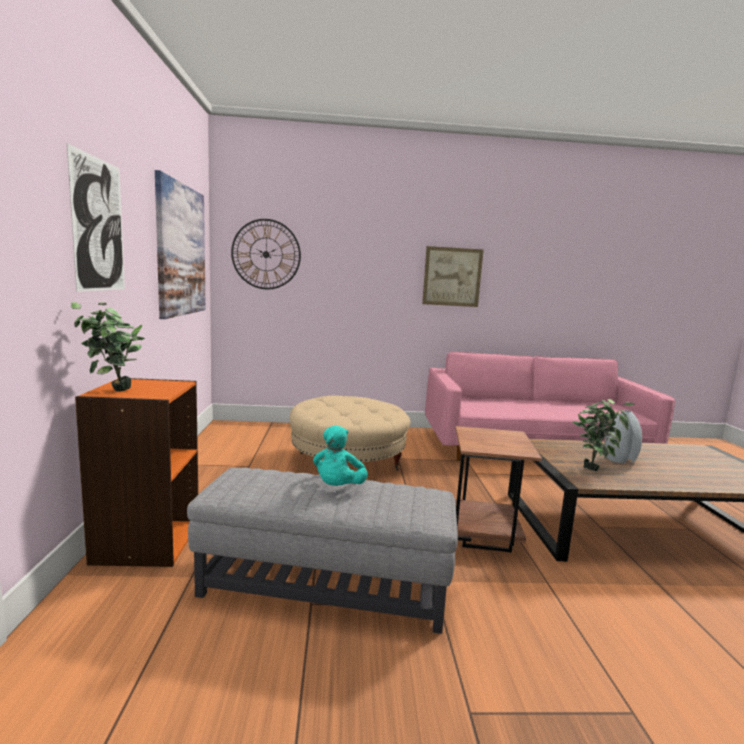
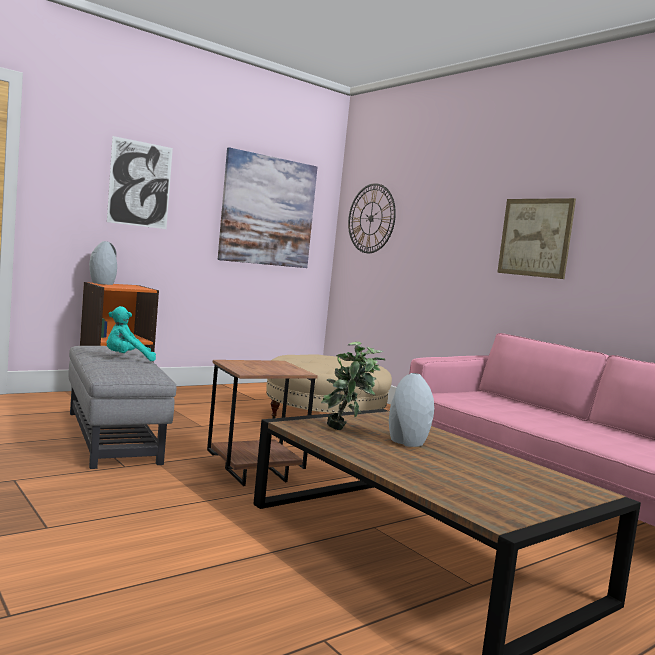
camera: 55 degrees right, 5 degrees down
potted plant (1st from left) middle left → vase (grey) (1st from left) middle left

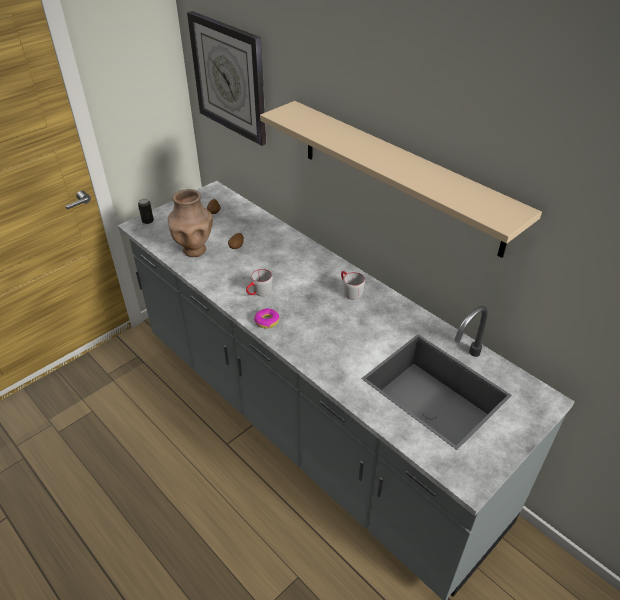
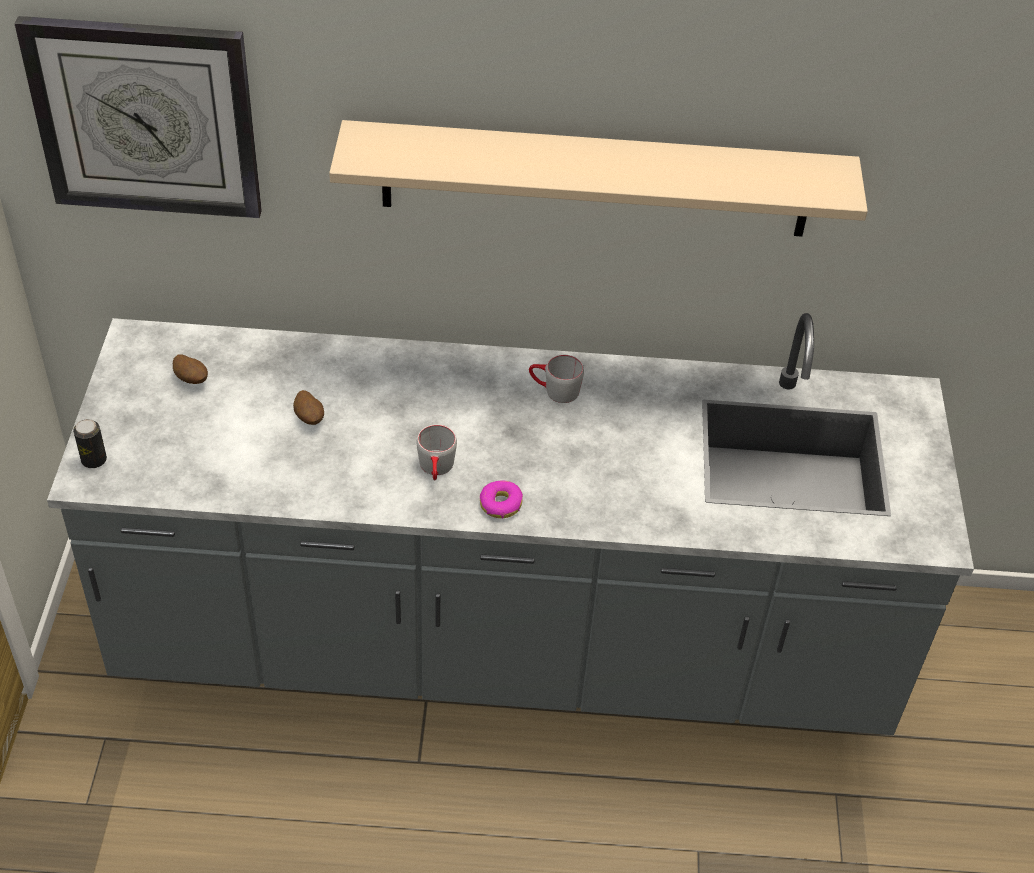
camera: 45 degrees left, 5 degrees up
vase (brown) middle left → -

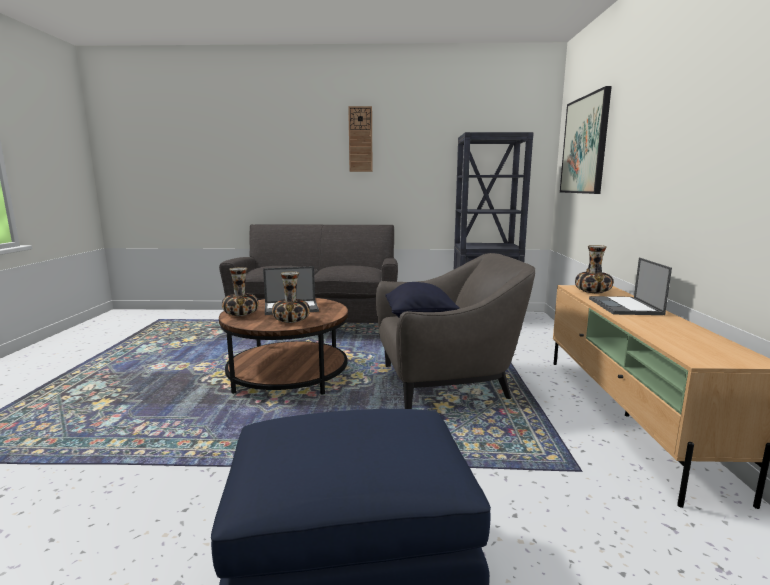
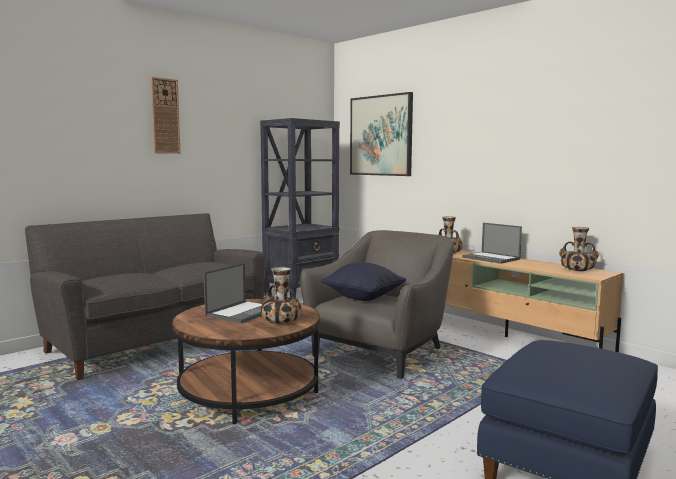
camera: 45 degrees left, 5 degrees down
vase (1st from left in the first image) middle left → vase (3rd from left) middle right, move

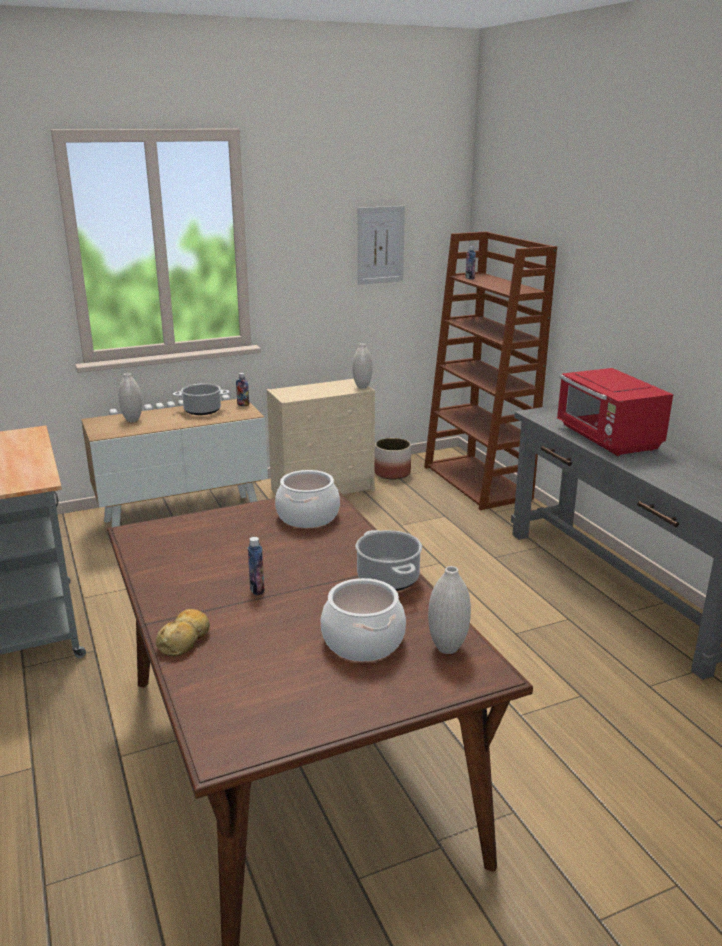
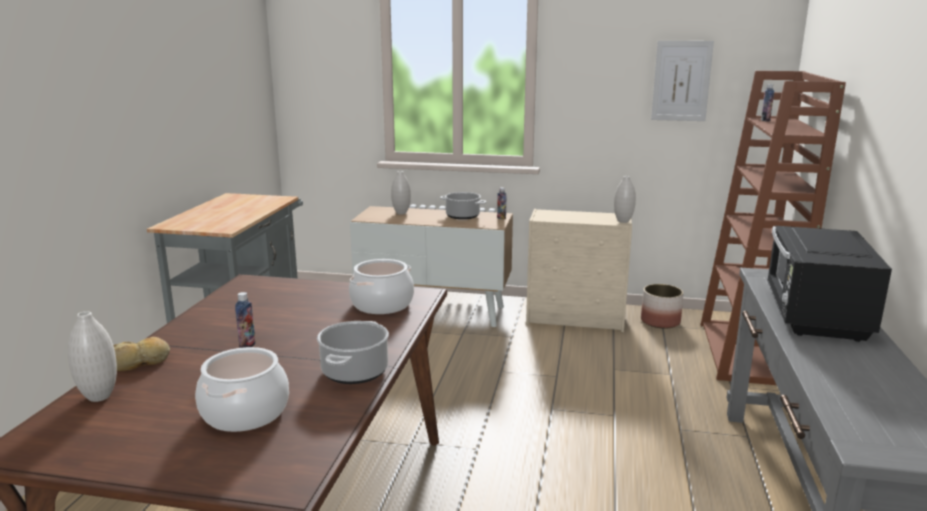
camera: 35 degrees right, 5 degrees down
vase (white) (3rd from left in the first image) centre → vase (white) (1st from left) bottom left, move
microwave (red) middle right → microwave (black) middle right

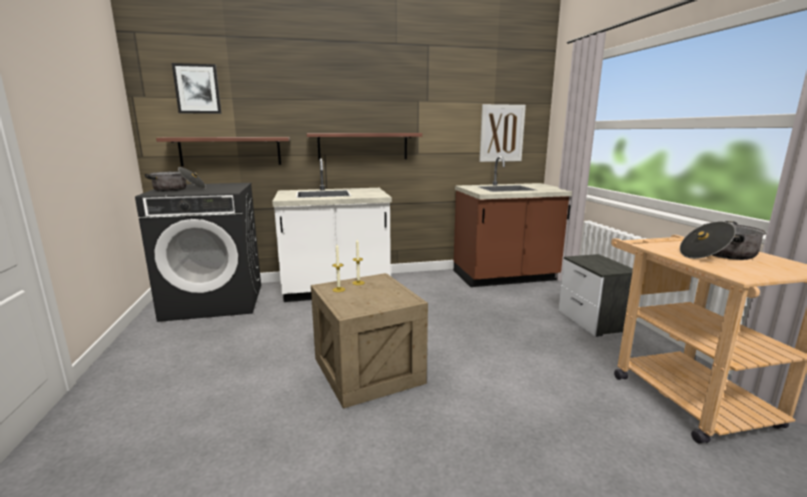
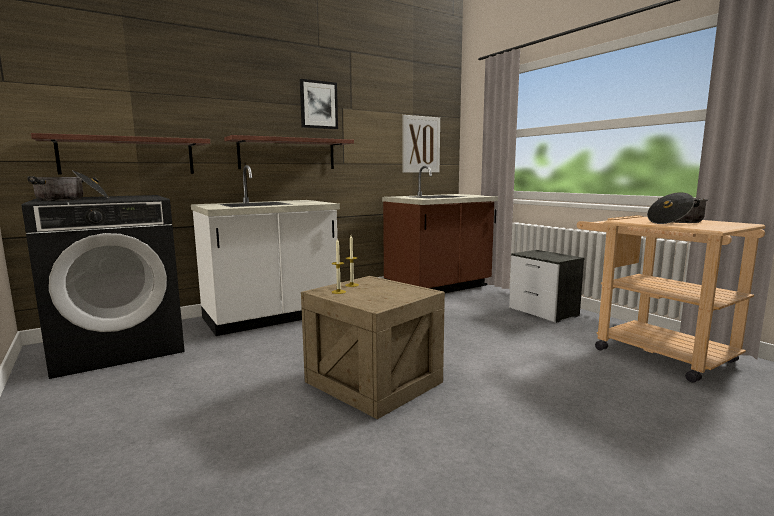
camera: 20 degrees left, 5 degrees down
picture (1st from left) top left → picture (1st from left) top centre, move

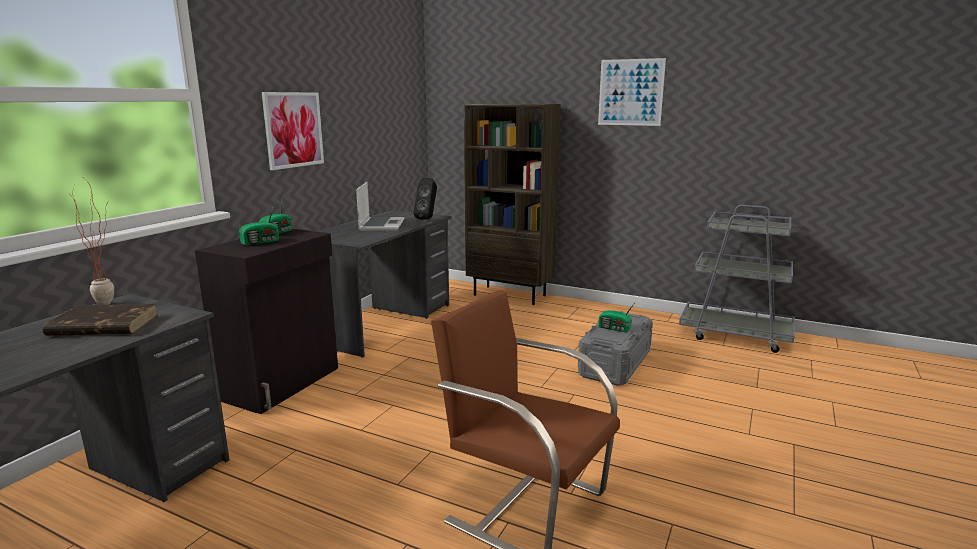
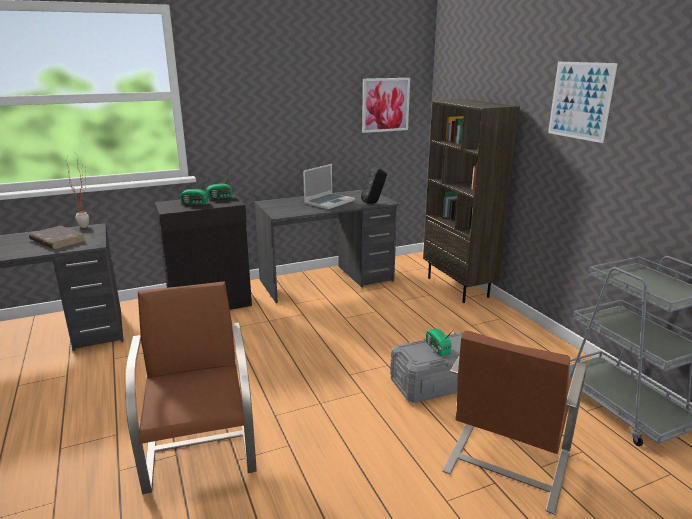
camera: 40 degrees right, 5 degrees up
picture (1st from left) top left → picture (1st from left) top centre, move
- → chair (brown) (2nd from left) bottom right

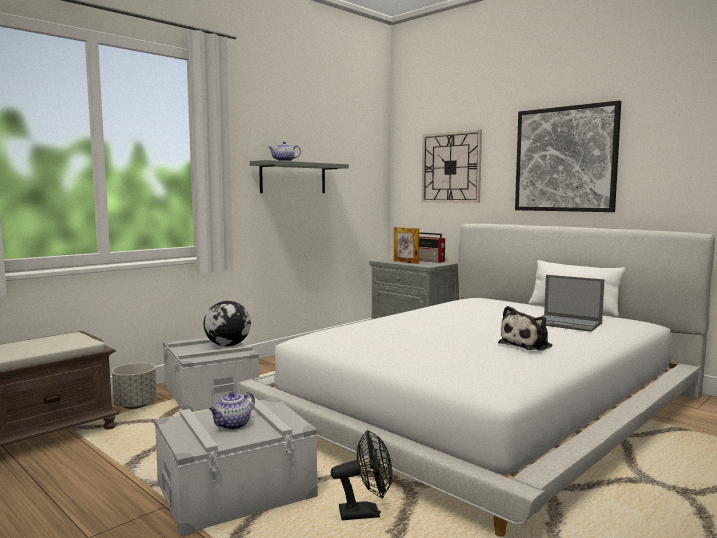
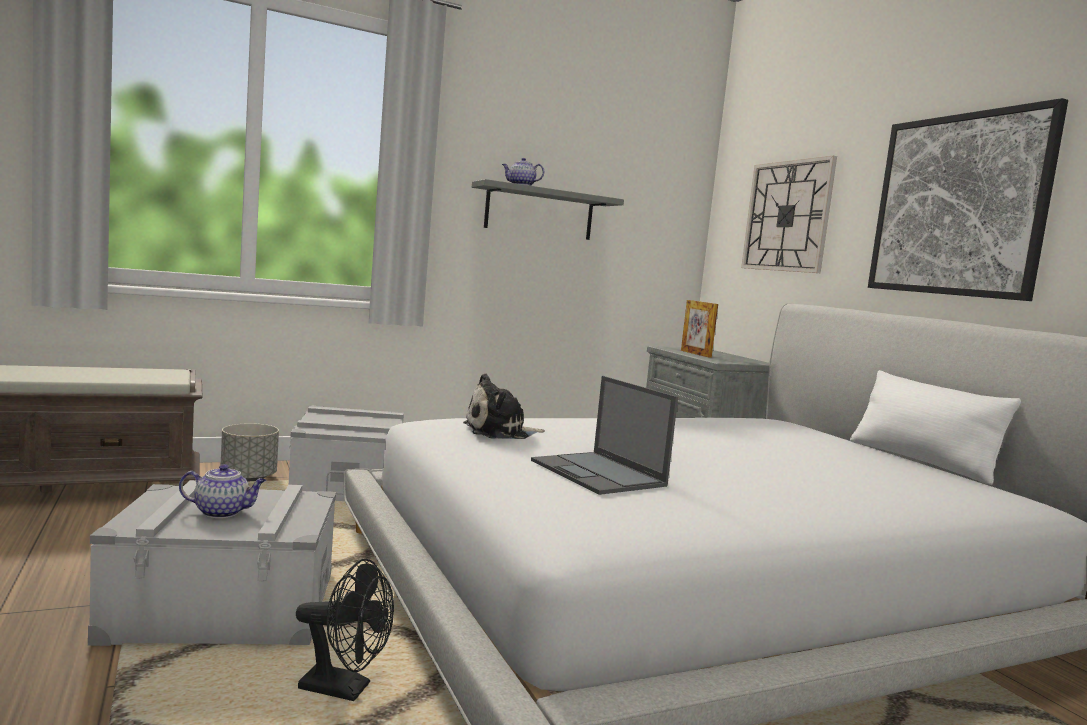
camera: 20 degrees right, 0 degrees up
teapot (1st from left) bottom left, 150 degrees counterclockwise
plush toy middle right → plush toy centre, move
laptop middle right → laptop centre, move
globe middle left → -
radio centre → -

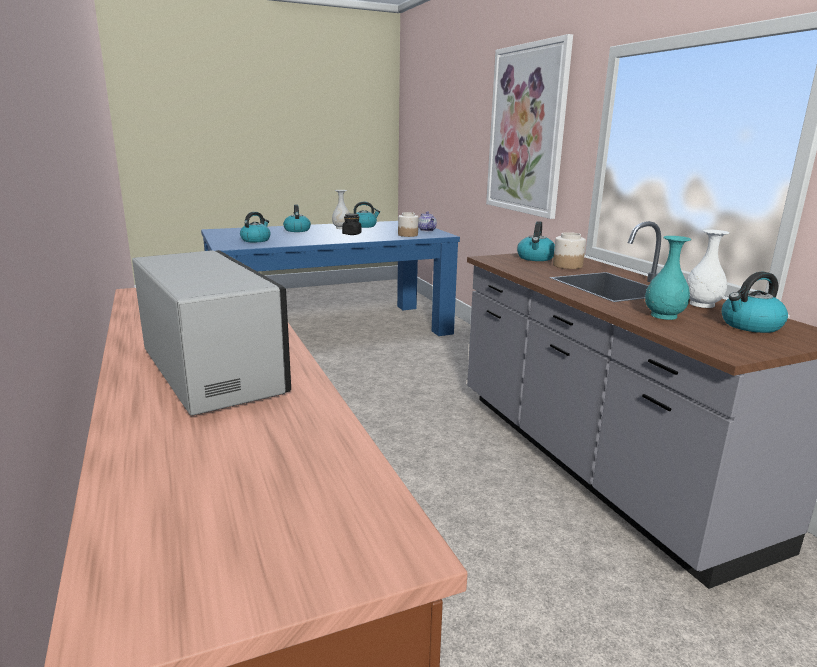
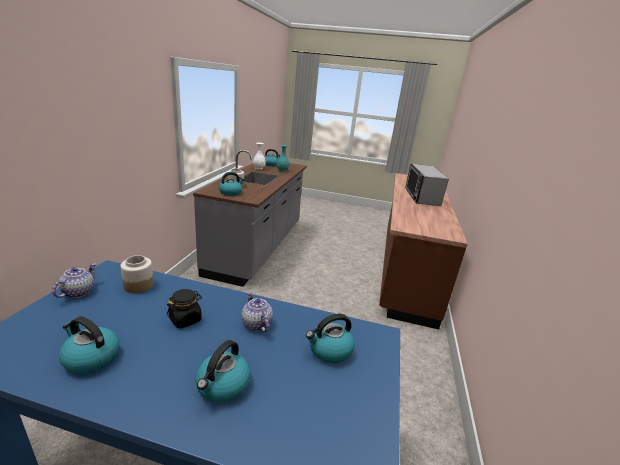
camera: 145 degrees left, 5 degrees up
- → teapot (2nd from left) bottom centre
vase (white) (1st from left) top centre → -
picture top centre → -

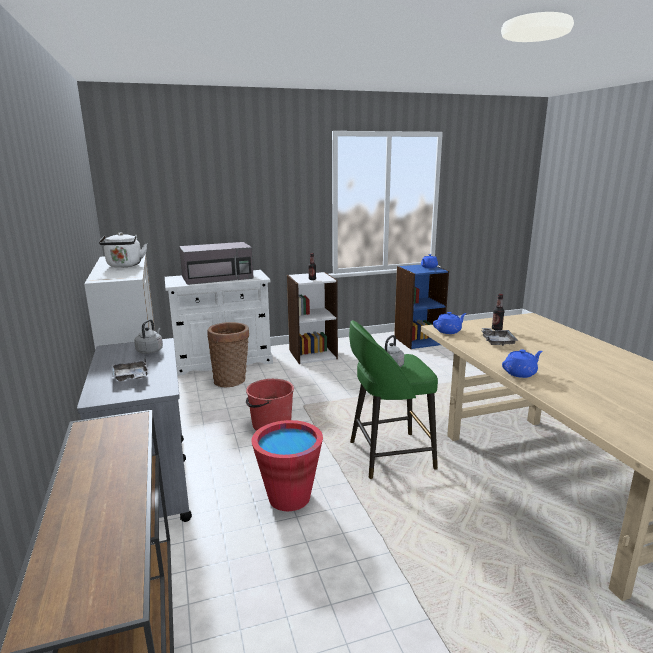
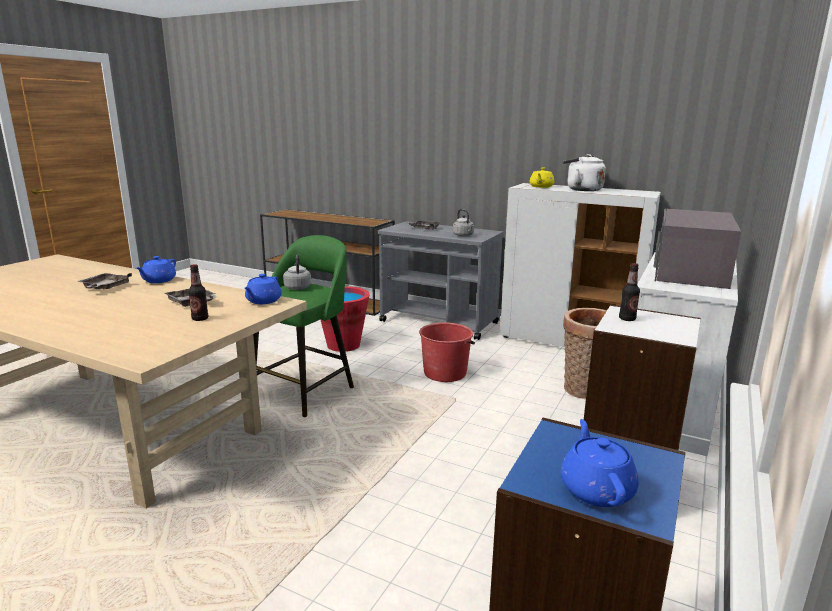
camera: 135 degrees right, 0 degrees up
- → tray (grey) (1st from left) middle left
- → teapot (yellow) top centre

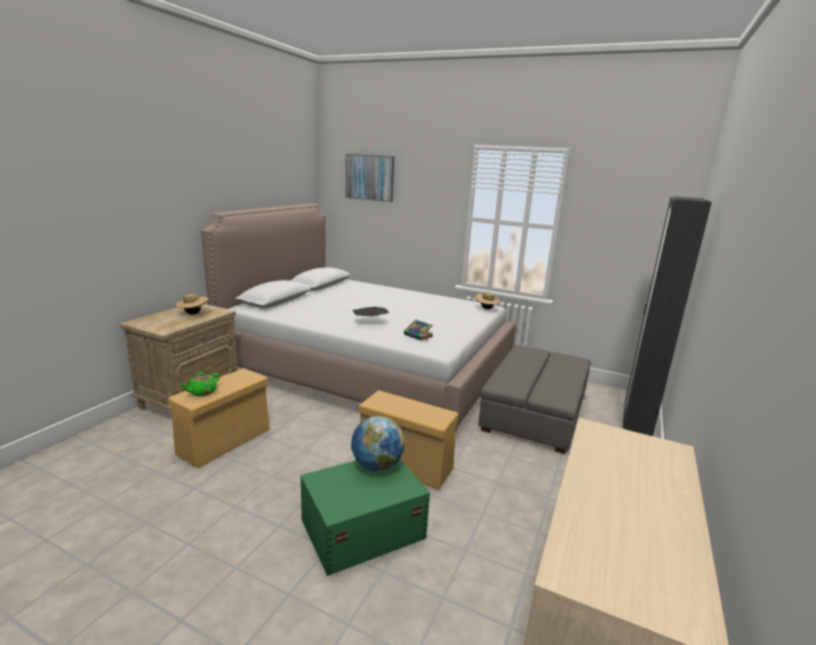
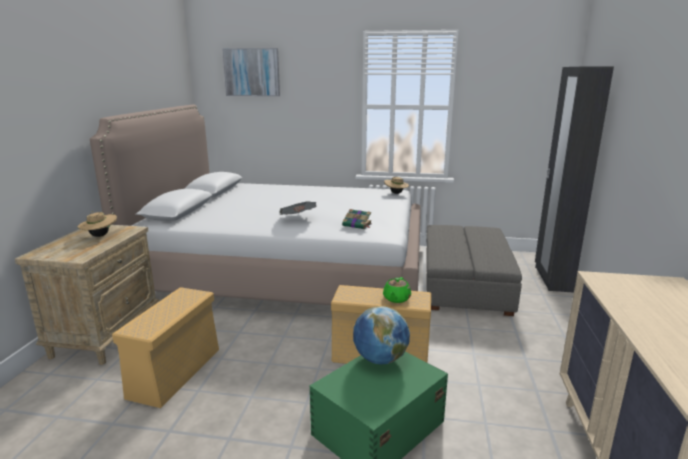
camera: 15 degrees left, 0 degrees up
teapot (green) middle left → teapot (green) centre, move

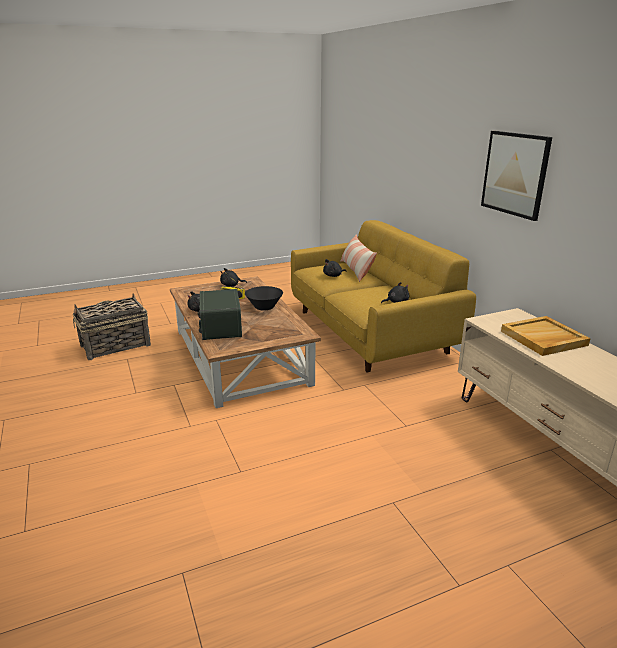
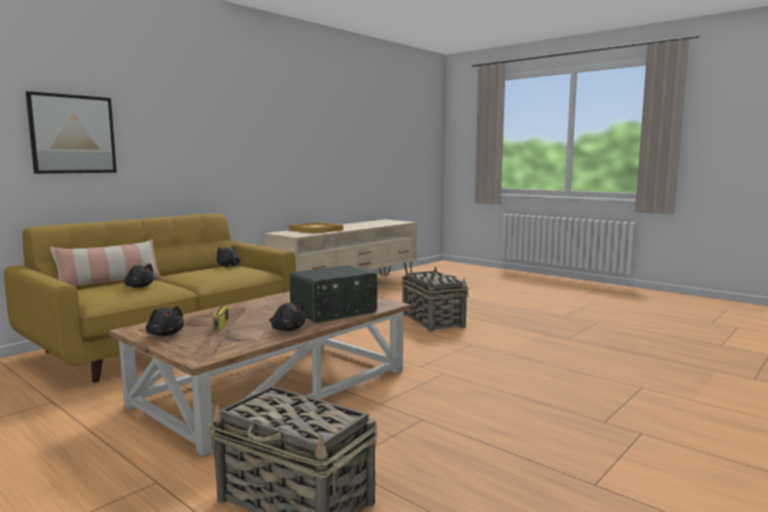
camera: 115 degrees left, 15 degrees down
picture top right → picture top left, move
- → basket (2nd from left) centre
bowl (black) centre → -

